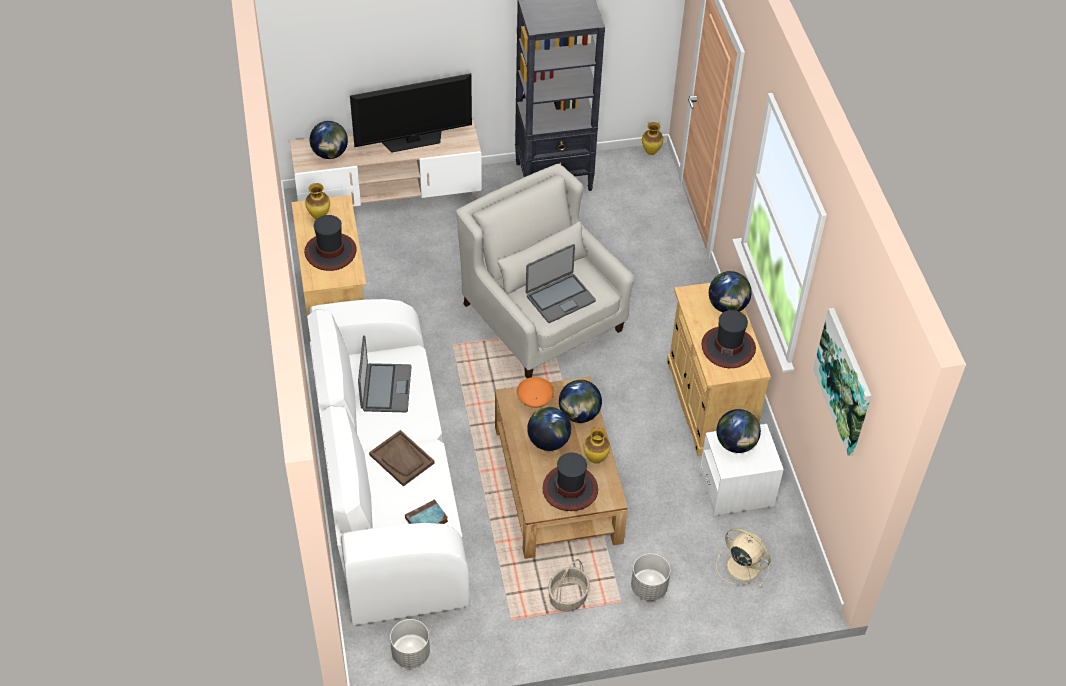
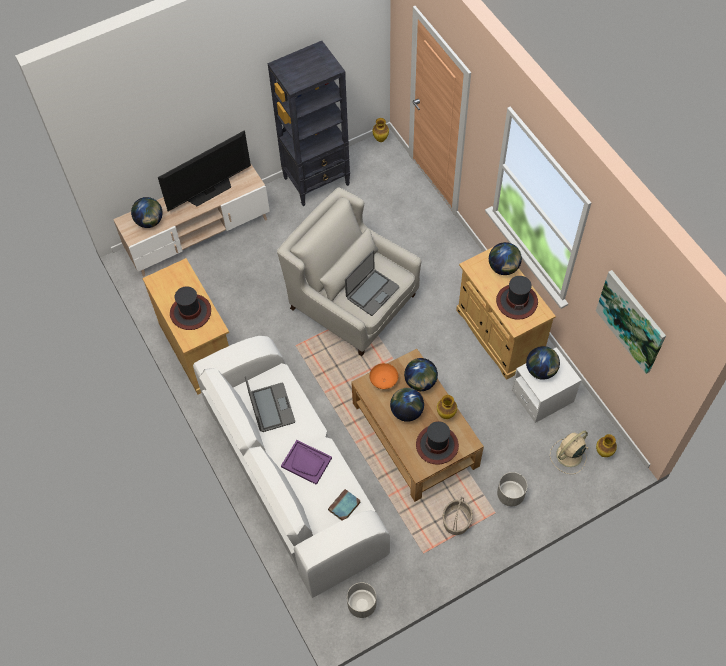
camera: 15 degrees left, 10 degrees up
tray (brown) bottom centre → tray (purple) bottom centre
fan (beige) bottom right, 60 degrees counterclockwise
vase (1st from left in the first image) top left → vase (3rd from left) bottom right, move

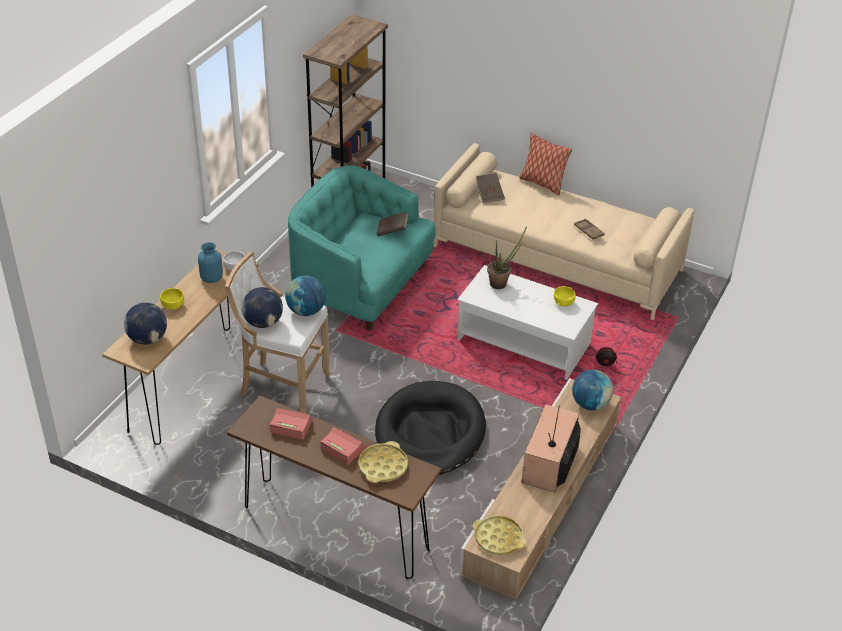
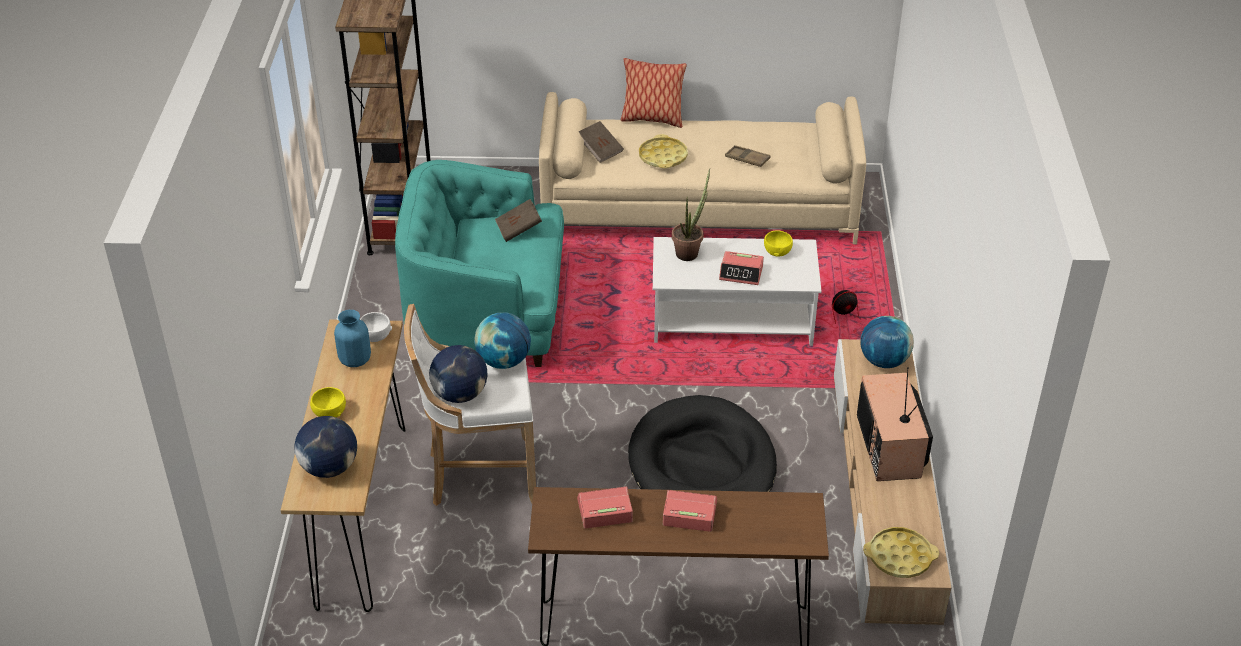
camera: 25 degrees left, 0 degrees up
tray (yellow) (1st from left) bottom centre → tray (yellow) (1st from left) top centre, move
- → alarm clock (3rd from left) centre

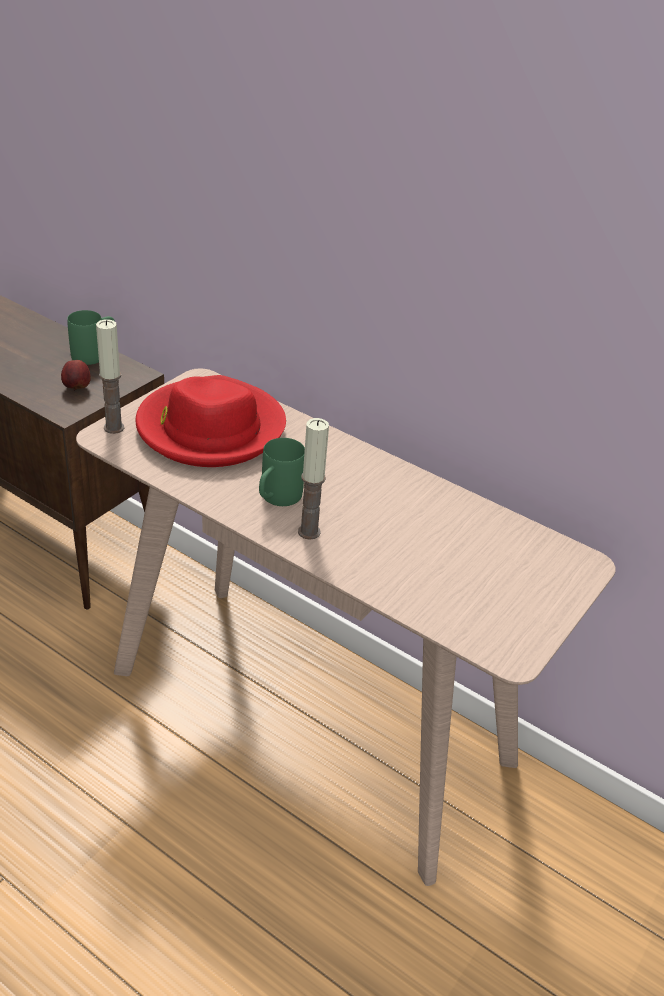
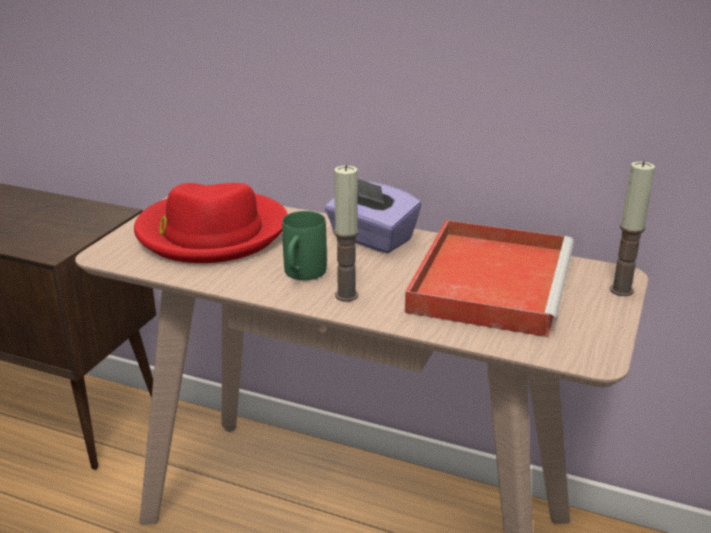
camera: 10 degrees left, 10 degrees down
- → tissue box (purple) centre
- → tray (red) middle right
candle (1st from left in the first image) middle left → candle (2nd from left) middle right, move
apple middle left → -
mug (green) (1st from left) middle left → -

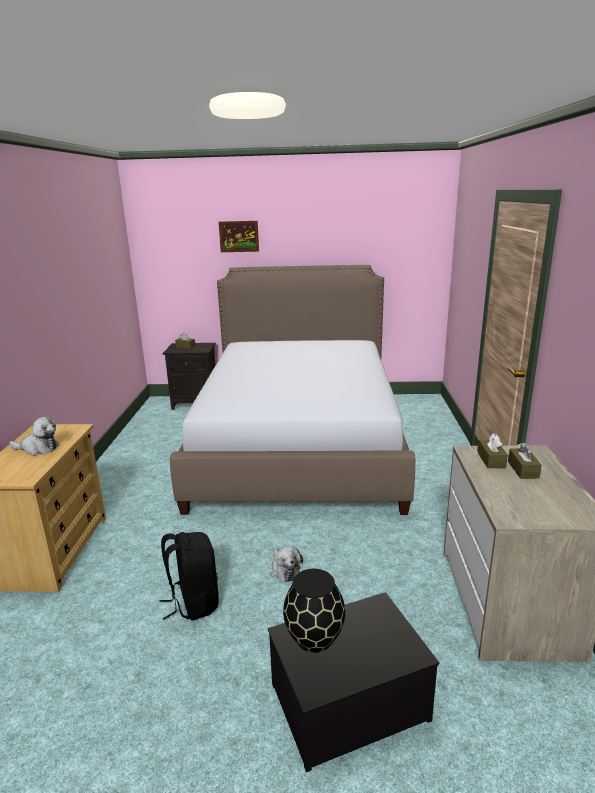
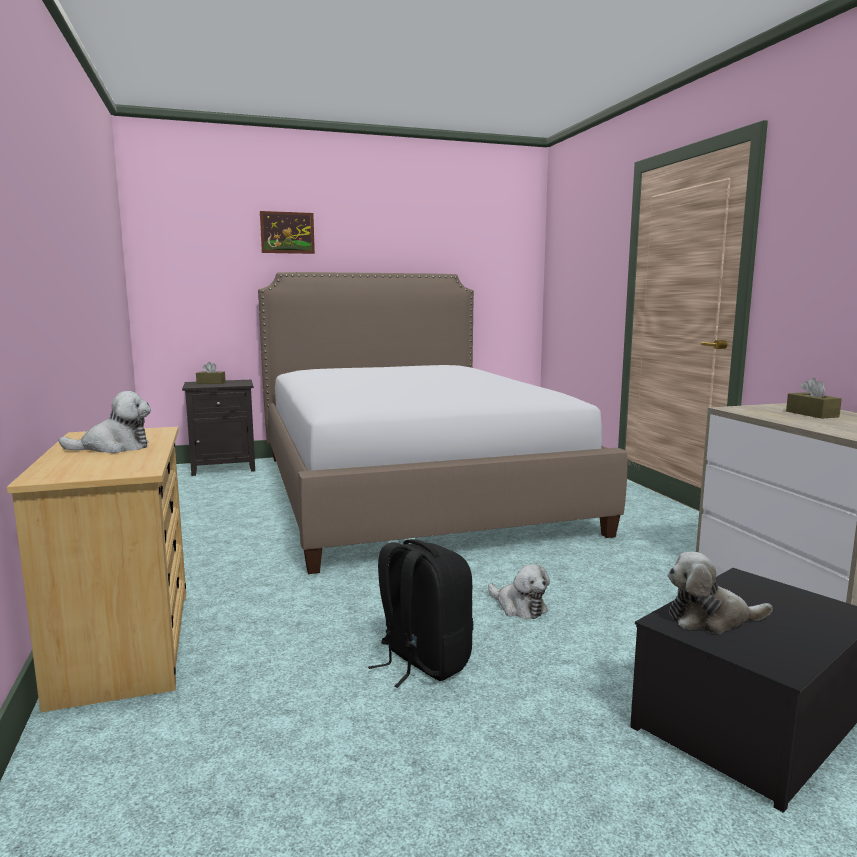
camera: 20 degrees left, 10 degrees down
vase (black) bottom centre → plush toy (3rd from left) bottom right
tissue box (brown) (2nd from left) middle right → -

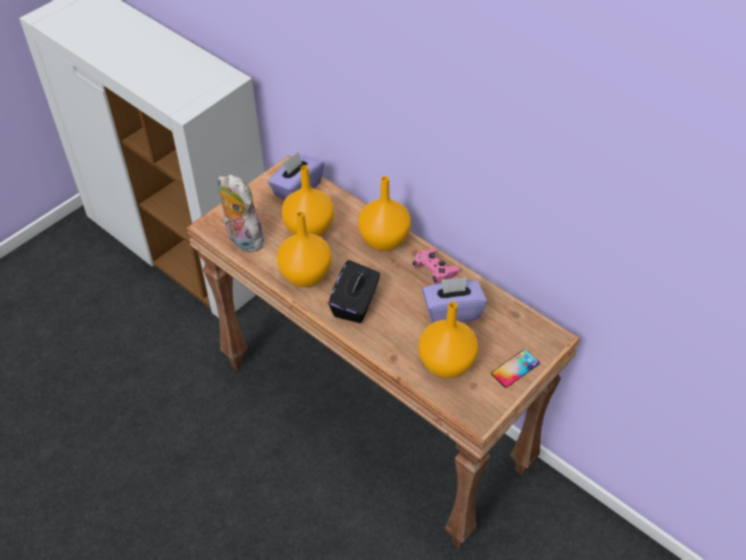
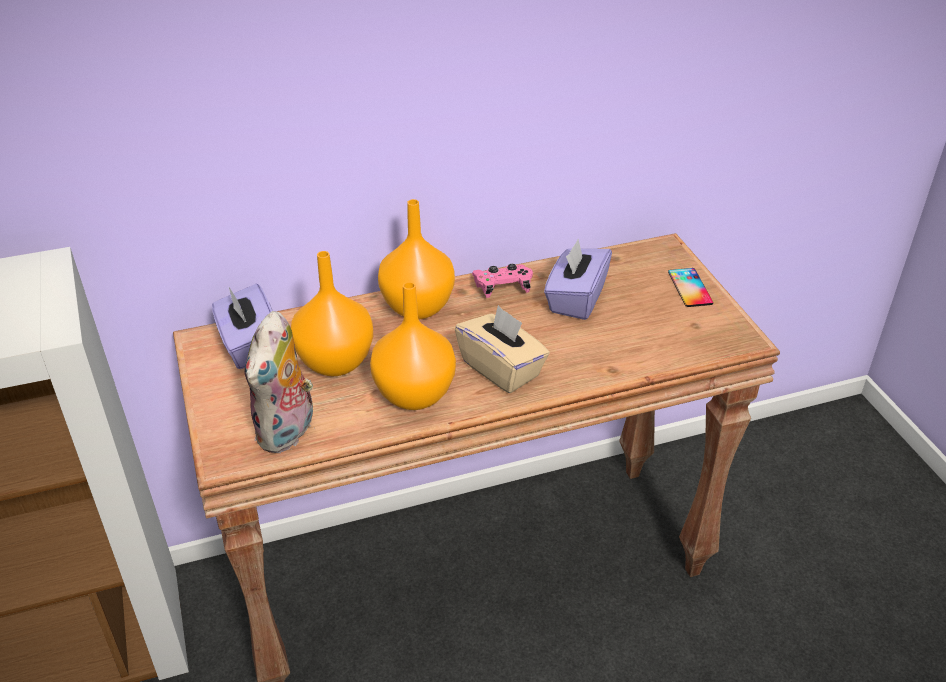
camera: 60 degrees left, 10 degrees down
plush toy middle left, 60 degrees counterclockwise
tissue box (black) centre → tissue box (beige) centre
vase (orange) (4th from left) centre → -

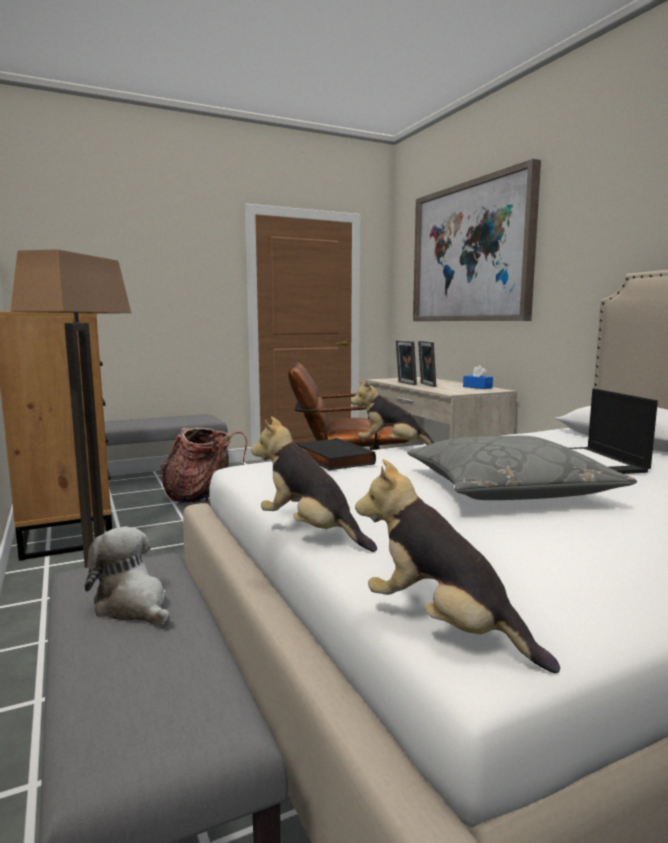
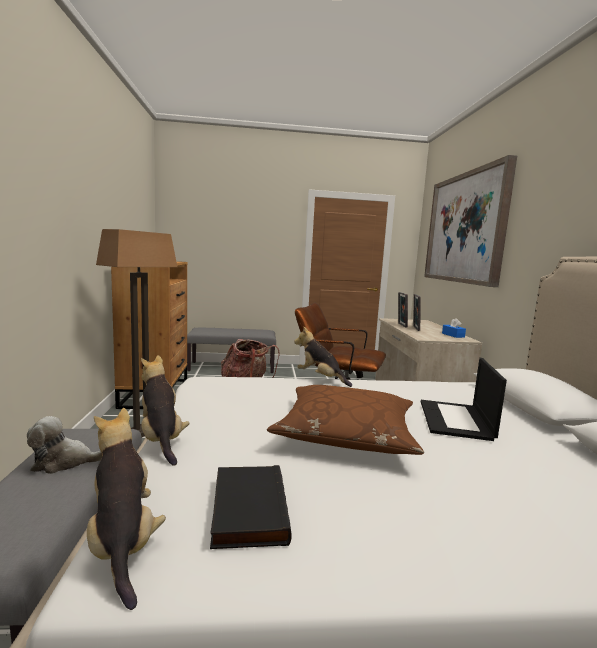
camera: 20 degrees right, 0 degrees up
plush toy (1st from left) bottom left, 75 degrees counterclockwise
book (black) centre → book (black) bottom centre, move
pillow (grey) middle right → pillow (brown) centre

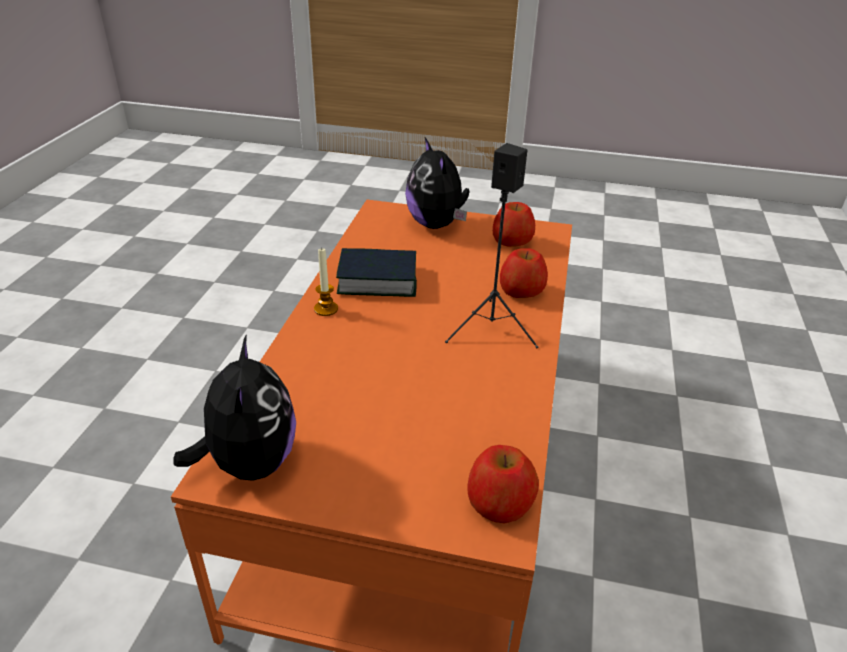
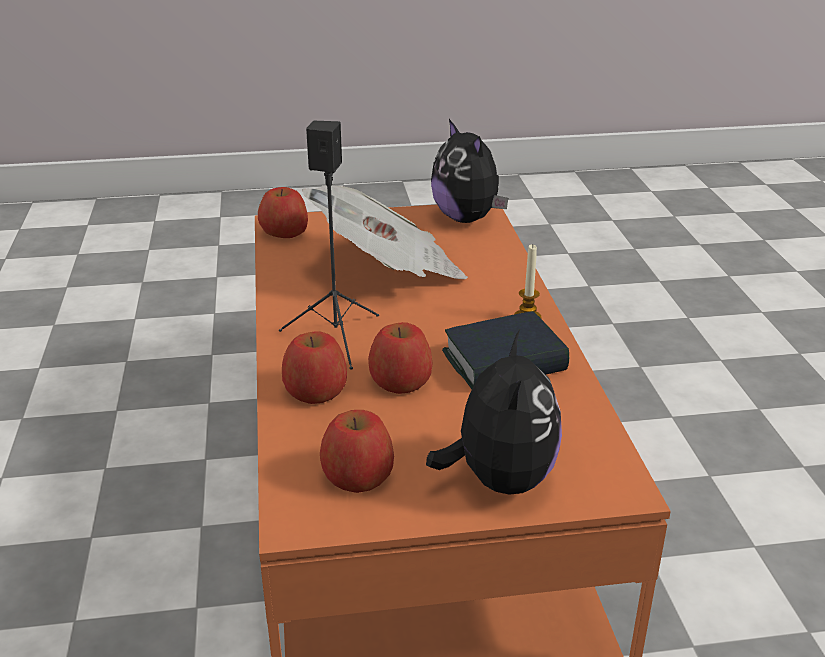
camera: 160 degrees right, 5 degrees down
- → newspaper centre
- → apple (4th from left) centre
plush toy (2nd from left) top centre → plush toy (2nd from left) centre, 45 degrees clockwise

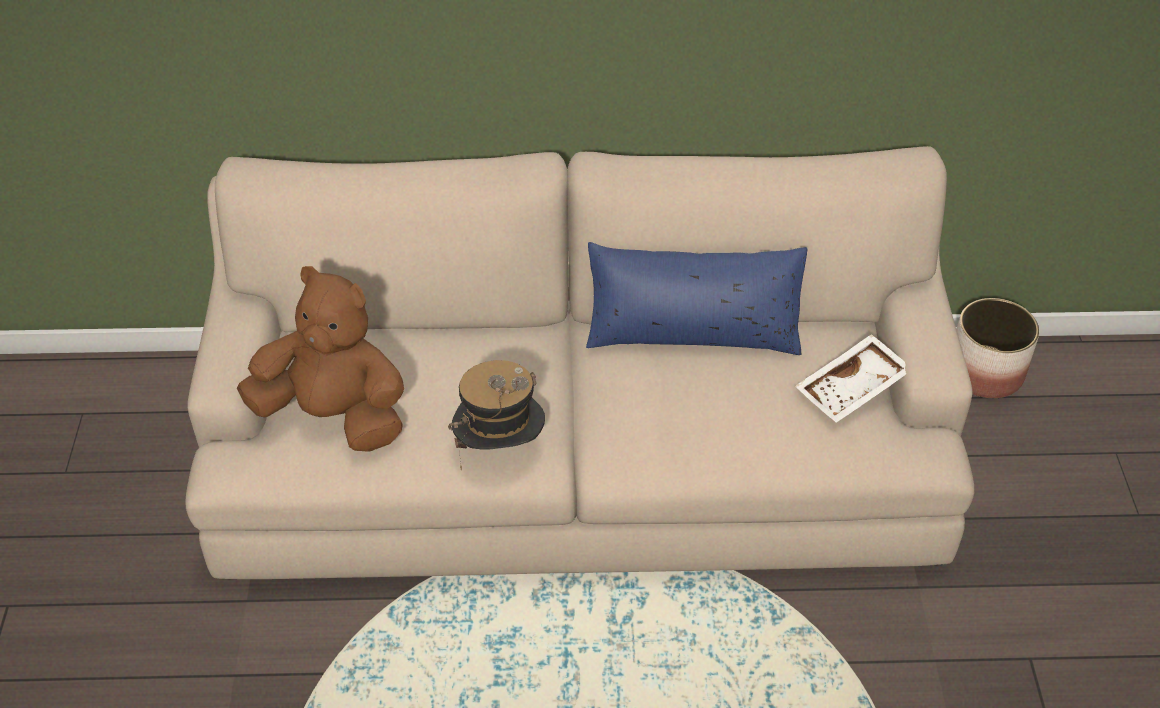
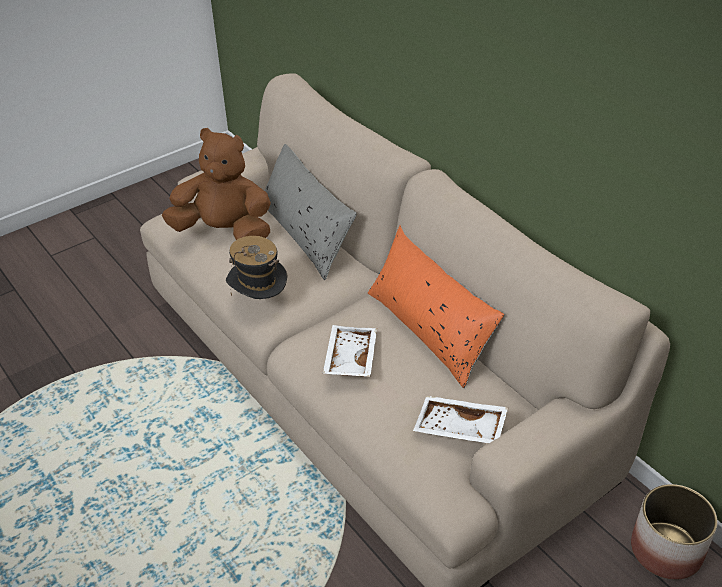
camera: 55 degrees right, 5 degrees down
plush toy (brown) middle left → plush toy (brown) top left, 60 degrees counterclockwise
- → pillow (grey) centre
- → tray (white) (1st from left) centre
pillow (blue) centre → pillow (orange) centre

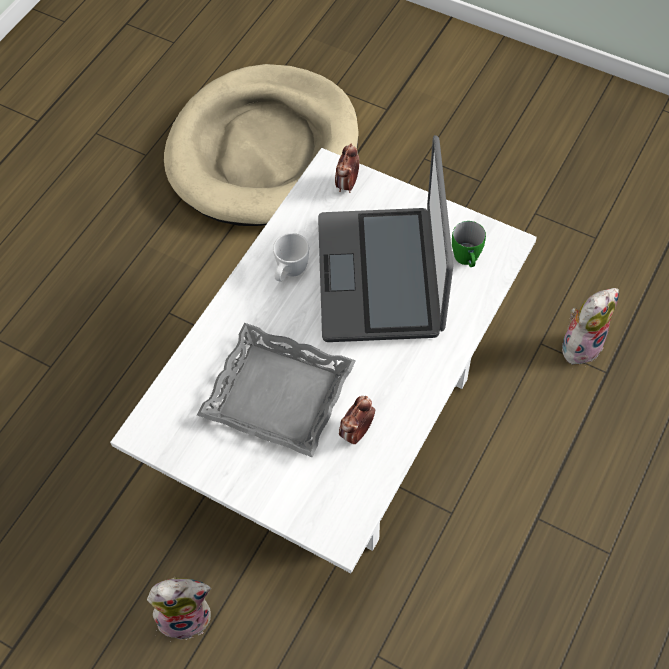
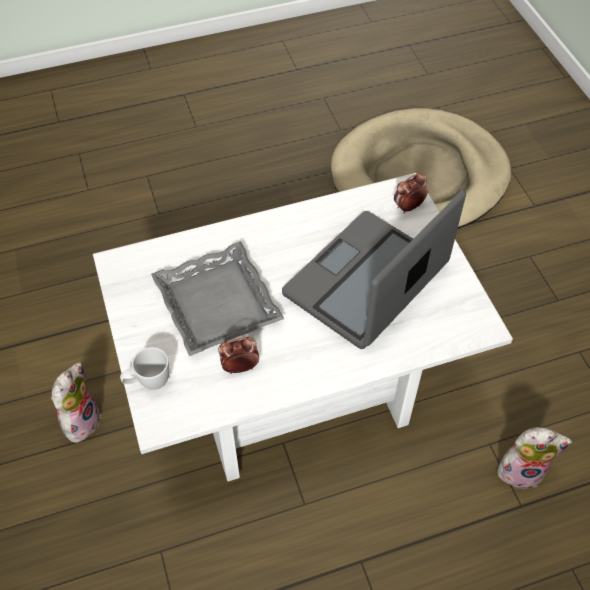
camera: 40 degrees right, 5 degrees down
plush toy (1st from left) bottom left, 105 degrees counterclockwise
mug (white) centre → mug (white) middle left, move
mug (green) middle right → -

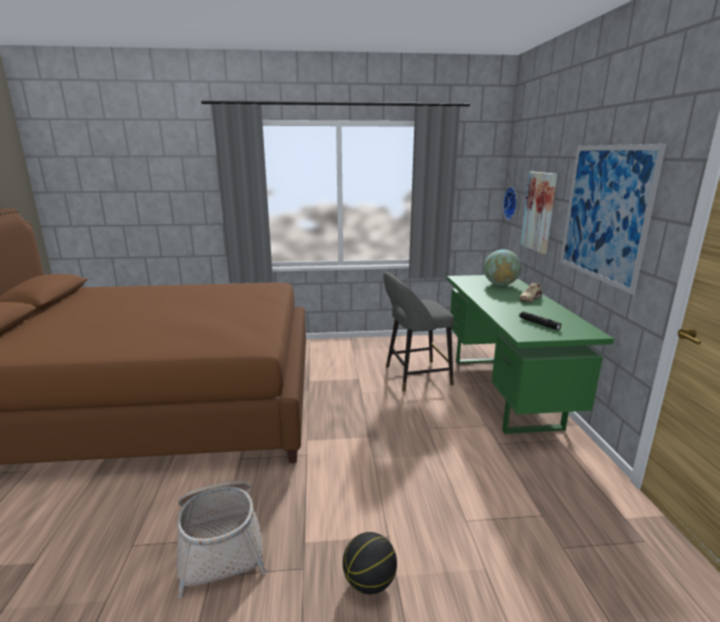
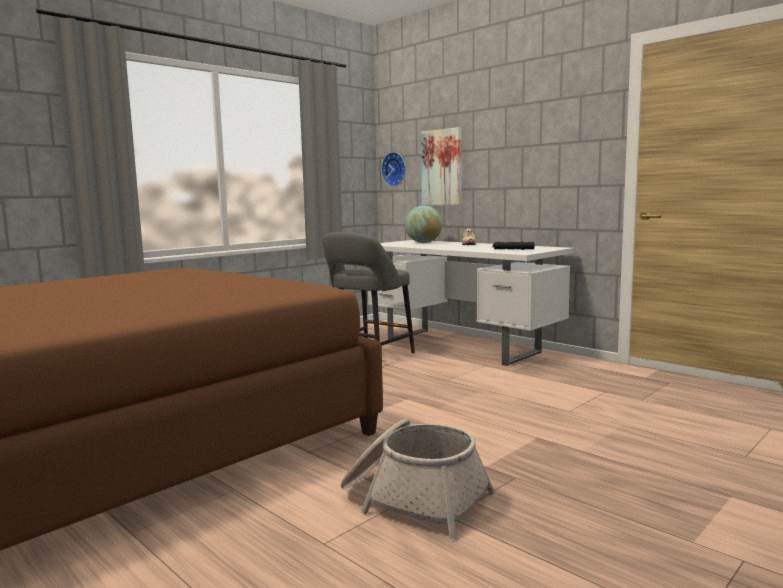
camera: 40 degrees left, 10 degrees down
desk (green) middle right → desk (white) centre
basketball bottom centre → -
picture (2nd from left) middle right → -

